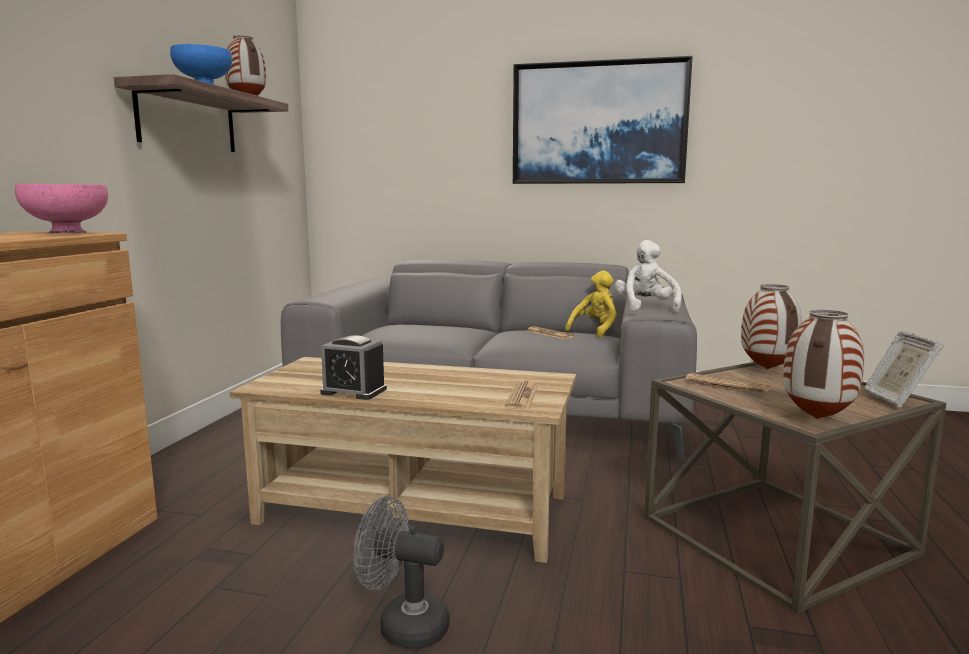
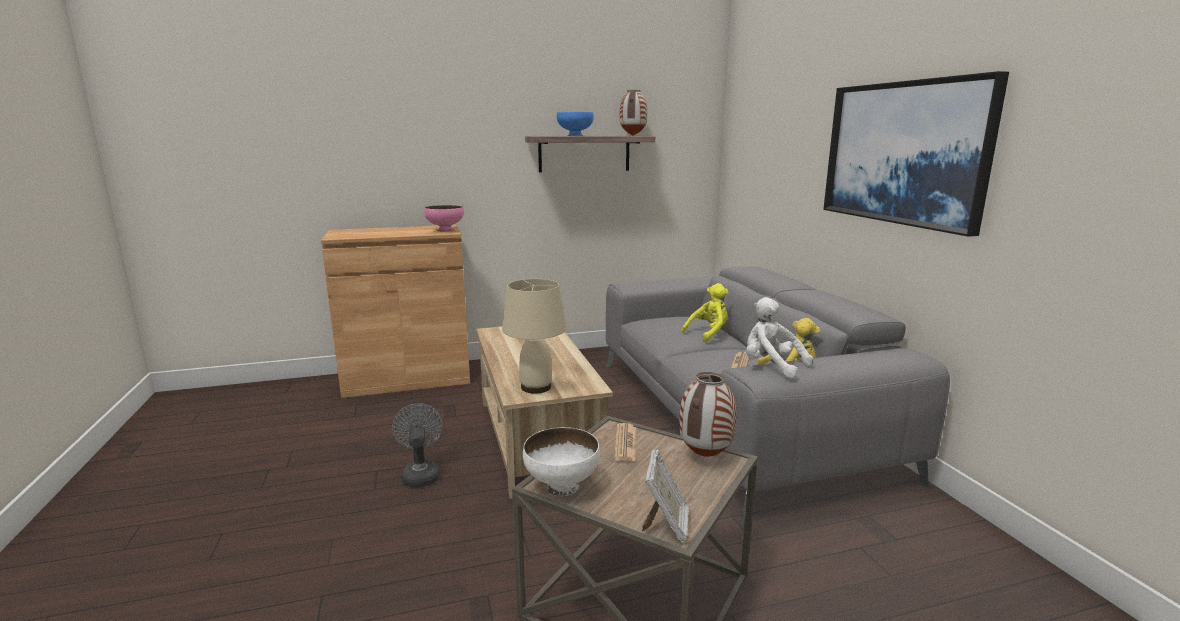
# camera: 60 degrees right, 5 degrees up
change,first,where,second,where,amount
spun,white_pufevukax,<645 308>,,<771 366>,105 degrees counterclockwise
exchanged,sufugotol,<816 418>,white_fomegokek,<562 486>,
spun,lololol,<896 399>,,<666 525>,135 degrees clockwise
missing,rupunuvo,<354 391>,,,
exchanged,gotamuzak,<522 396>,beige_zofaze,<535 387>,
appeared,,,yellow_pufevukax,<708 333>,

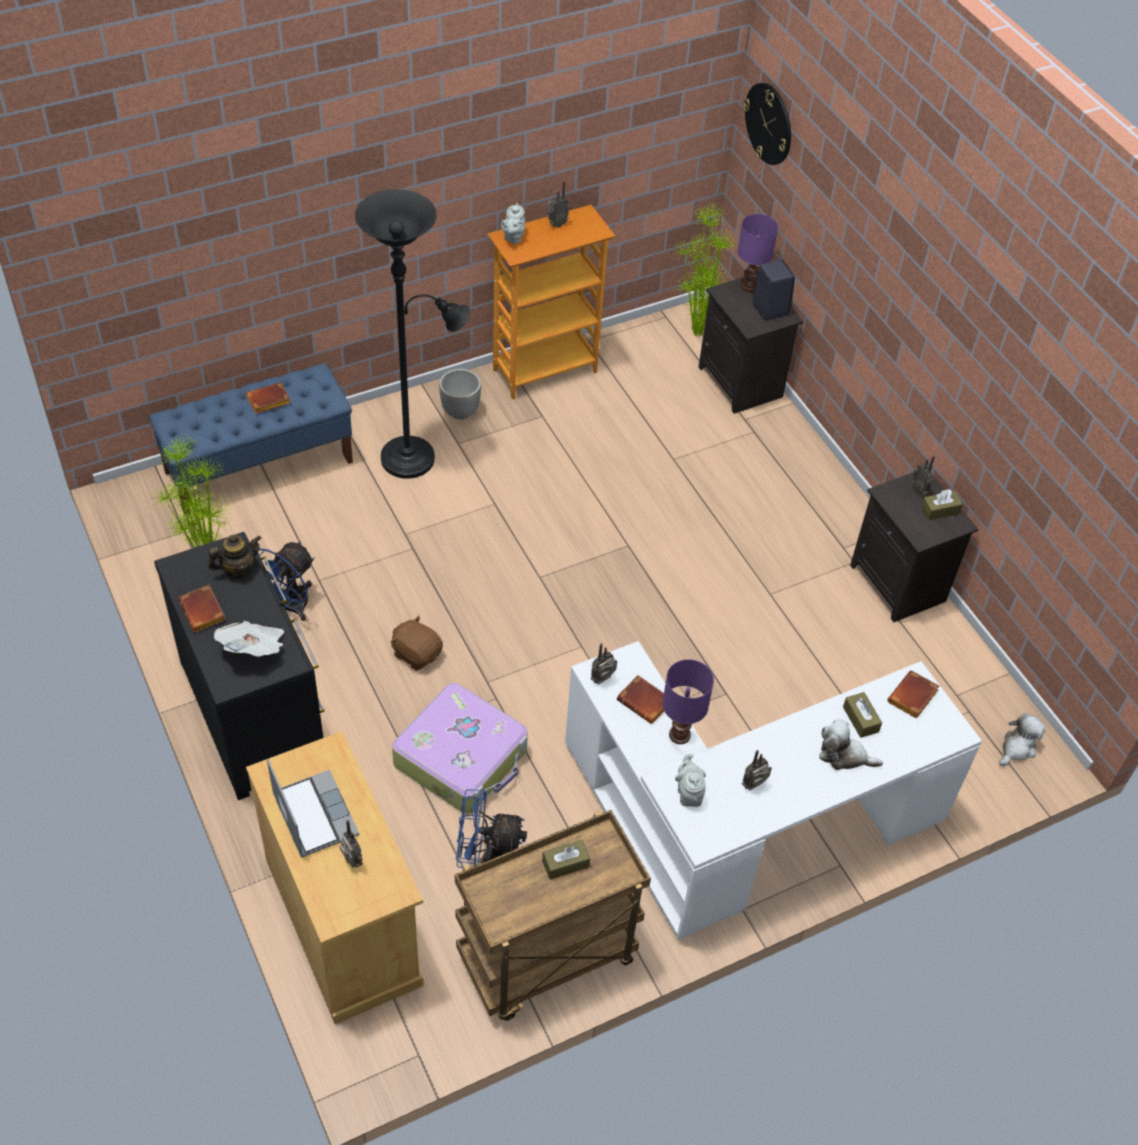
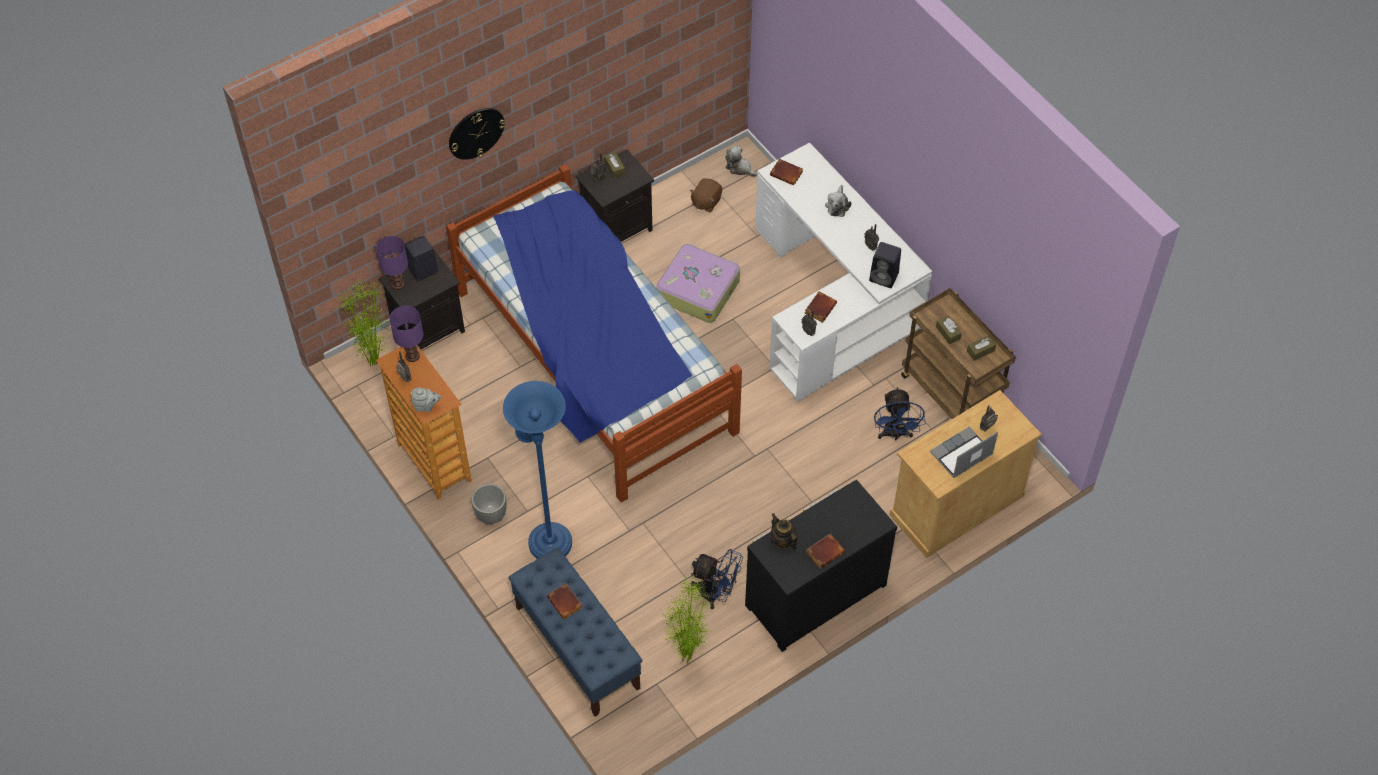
# camera: 95 degrees left, 5 degrees up
change,first,where,second,where,amount
relocated,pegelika,<769 123>,,<476 133>,
colour,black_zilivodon,<415 457>,blue_zilivodon,<548 538>,
relocated,brown_pufevukax,<417 653>,,<706 202>,
missing,gotamuzak,<254 649>,,,
relocated,purple_zofaze,<680 734>,,<412 355>,
relocated,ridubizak,<462 757>,,<698 289>,
relocated,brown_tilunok,<860 719>,,<980 351>,
exchanged,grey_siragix,<689 793>,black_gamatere,<885 277>,
appeared,,,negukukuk,<593 362>,

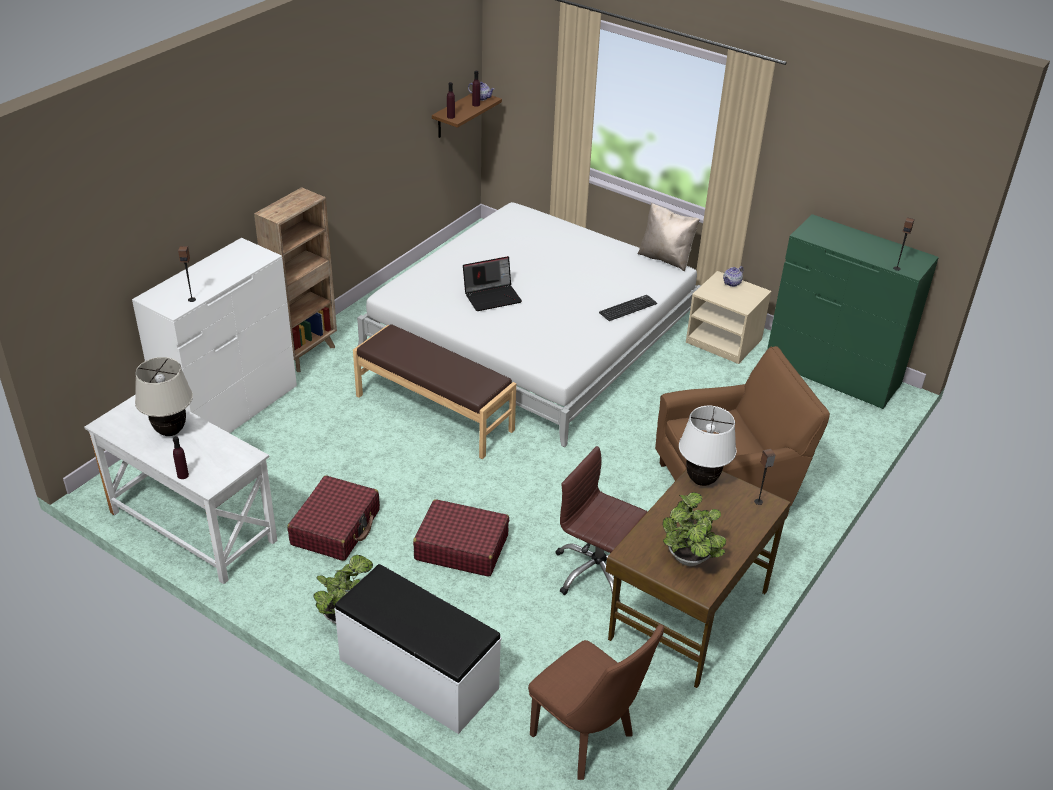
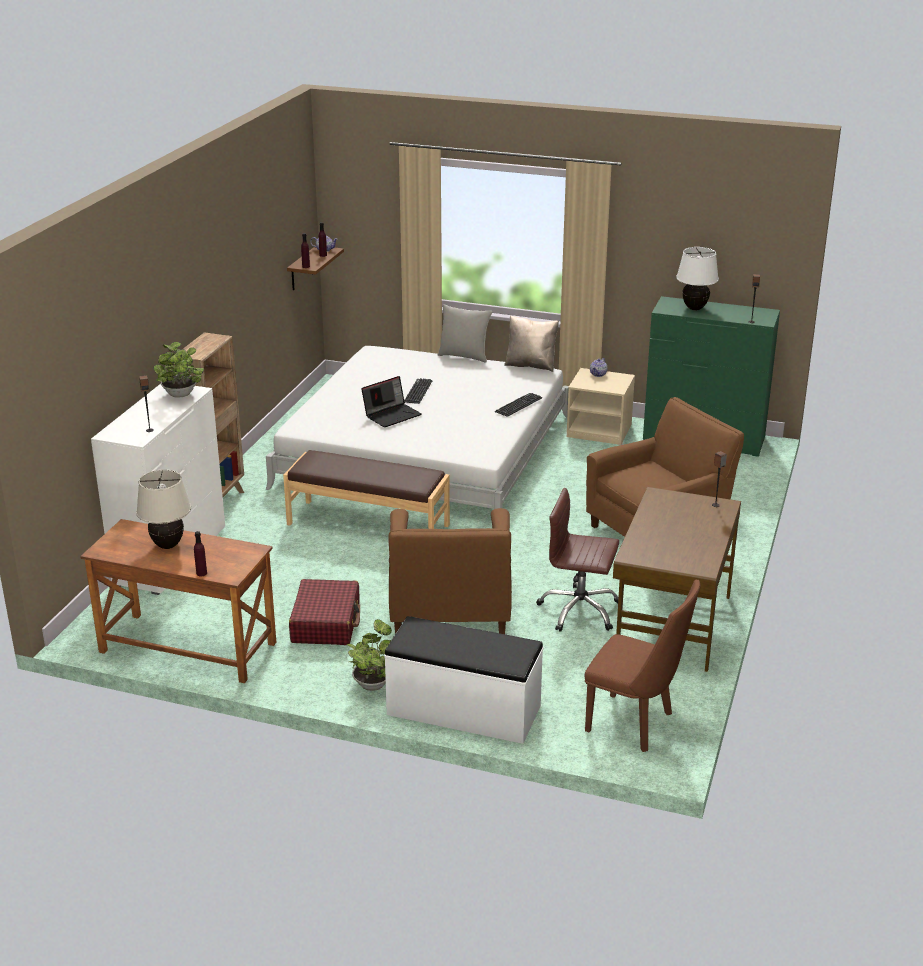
# camera: 15 degrees left, 10 degrees down
change,first,where,second,where,amount
colour,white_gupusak,<192 527>,brown_gupusak,<187 648>,
relocated,white_zofaze,<702 480>,,<695 308>,
relocated,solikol,<689 560>,,<181 395>,
exchanged,red_ridubizak,<461 547>,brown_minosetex,<450 616>,
appeared,,,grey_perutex,<464 356>,
appeared,,,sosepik,<418 391>,

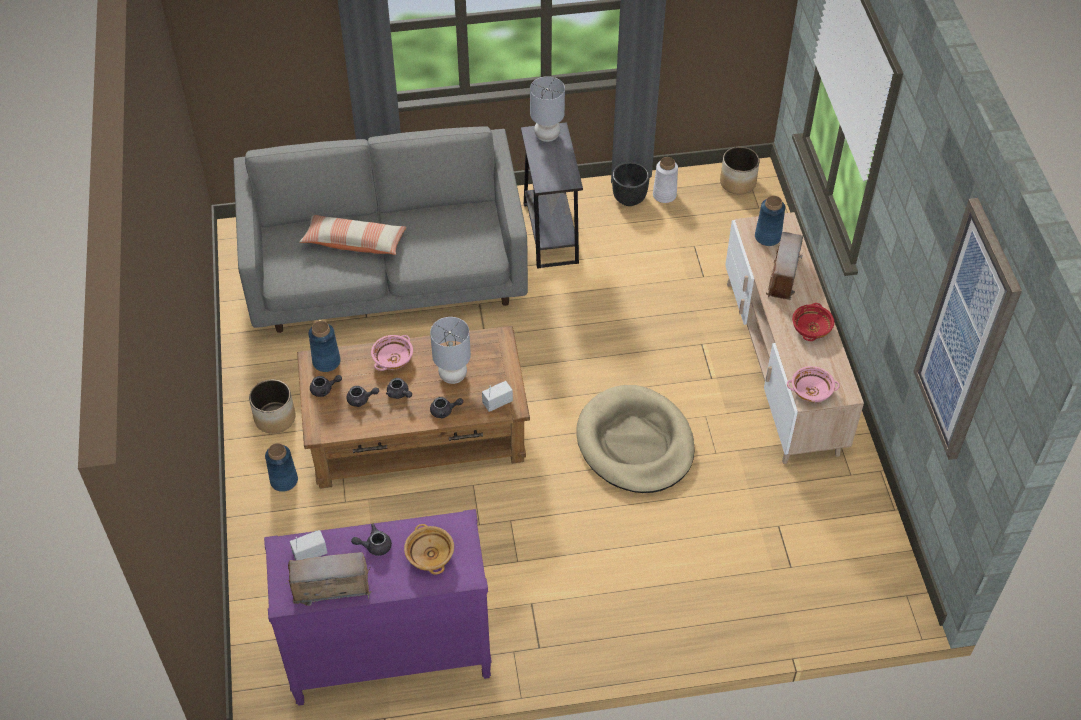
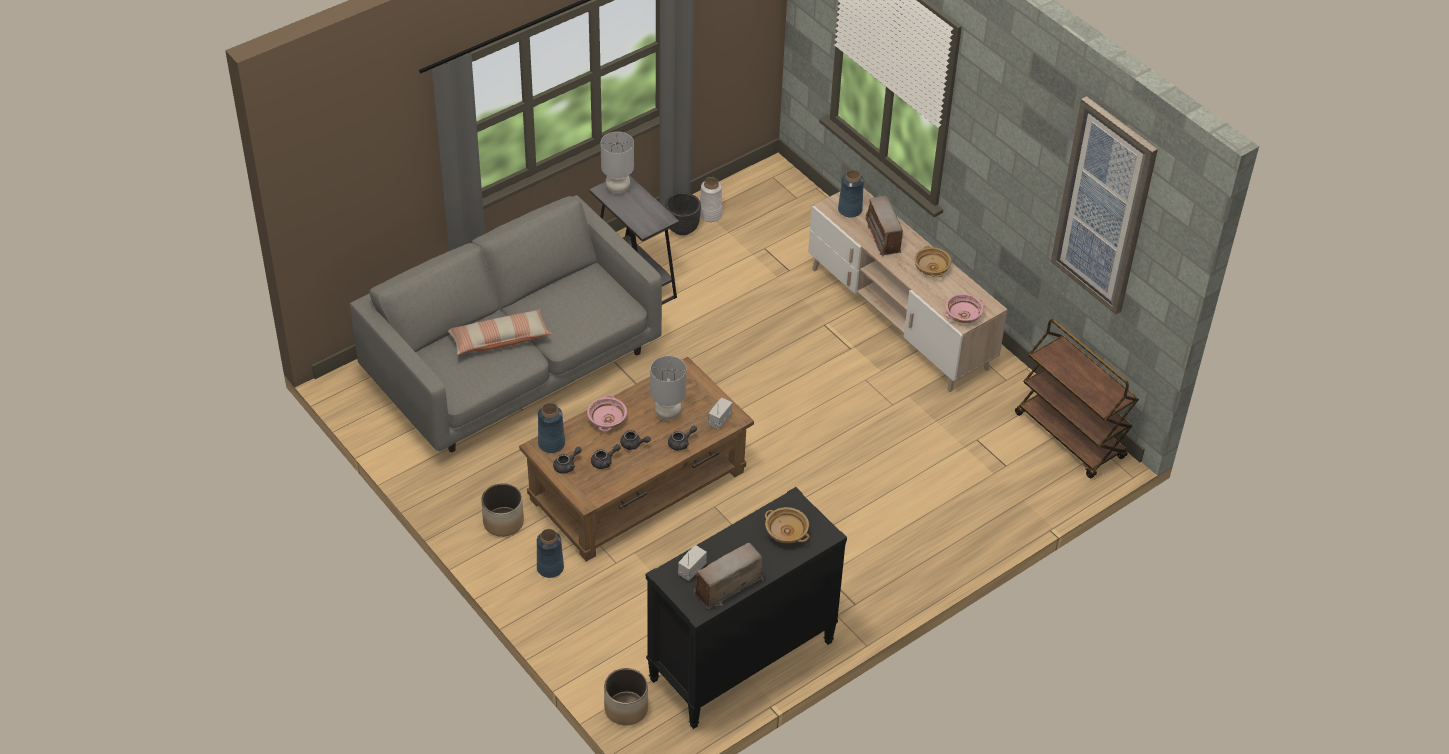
# camera: 30 degrees left, 5 degrees down
change,first,where,second,where,amount
relocated,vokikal,<738 182>,,<626 708>,
colour,red_fomegokek,<811 328>,beige_fomegokek,<931 268>,
missing,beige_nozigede,<635 443>,,,
colour,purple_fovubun,<389 657>,black_fovubun,<741 662>,
missing,grey_siragix,<374 545>,,,
appeared,,,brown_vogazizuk,<1070 436>,

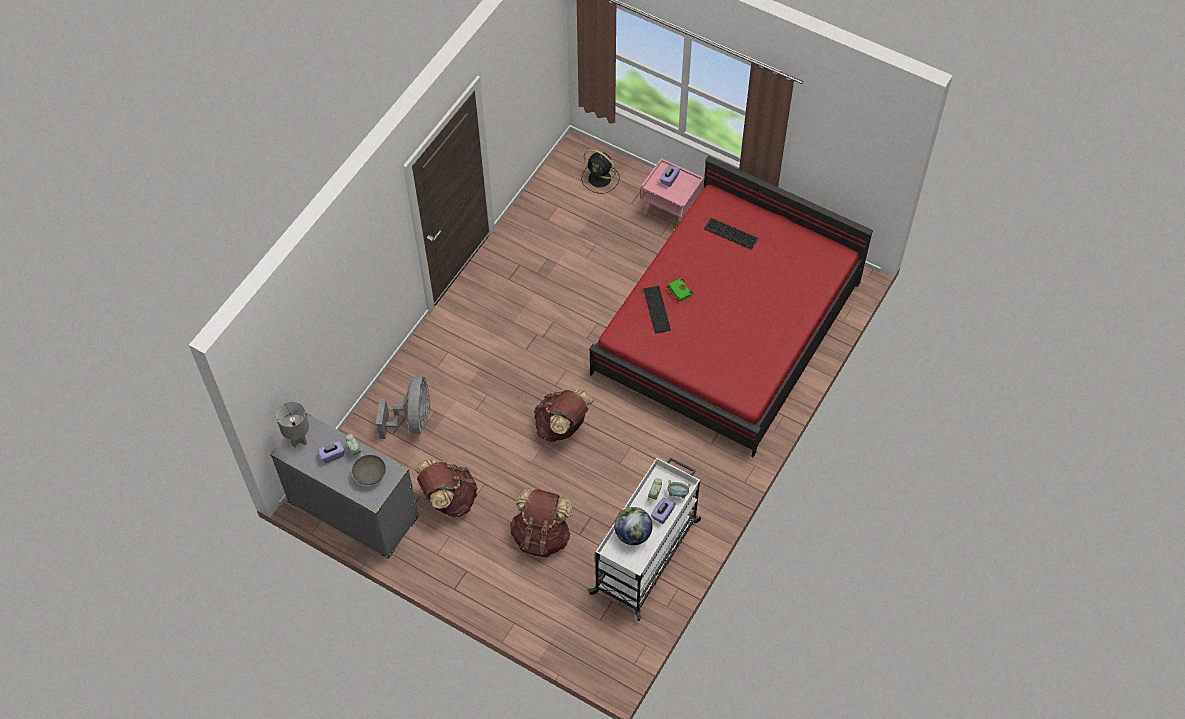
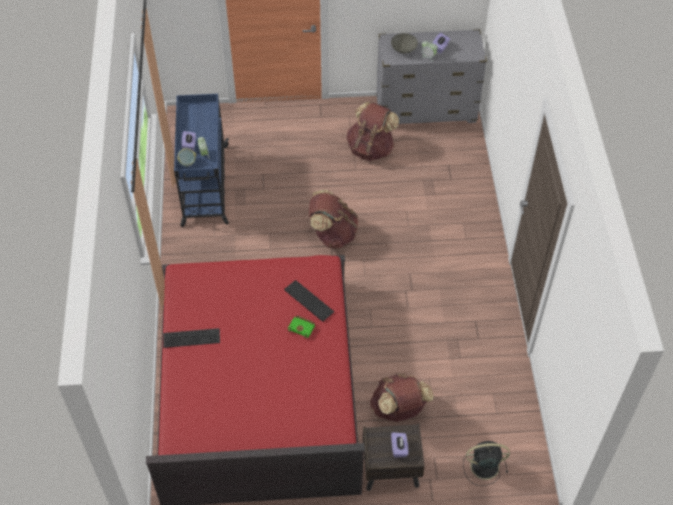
# camera: 145 degrees right, 5 degrees down
change,first,where,second,where,amount
colour,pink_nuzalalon,<671 212>,brown_nuzalalon,<390 472>,
relocated,sosepik,<730 234>,,<192 337>,
missing,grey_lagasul,<412 420>,,,
missing,grey_zofaze,<299 440>,,,
colour,white_vogazizuk,<647 555>,blue_vogazizuk,<205 186>,
relocated,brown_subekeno,<541 536>,,<399 409>,
missing,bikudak,<632 534>,,,

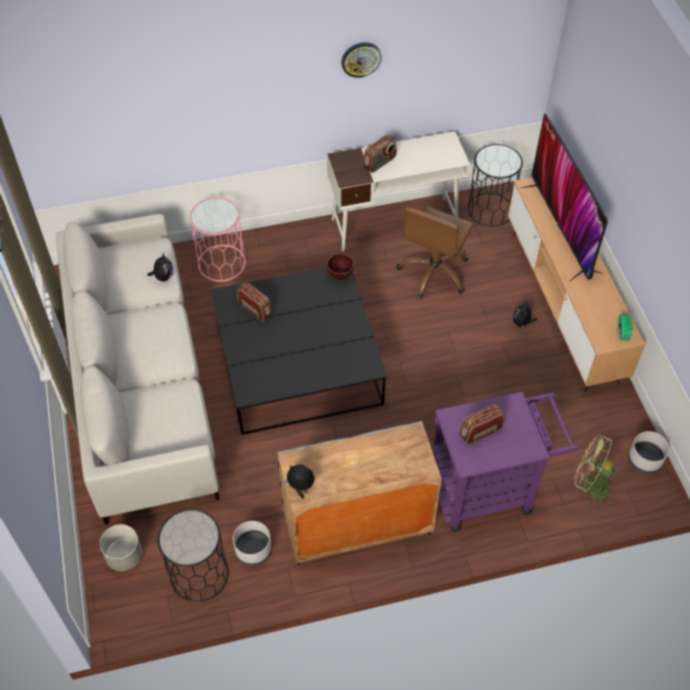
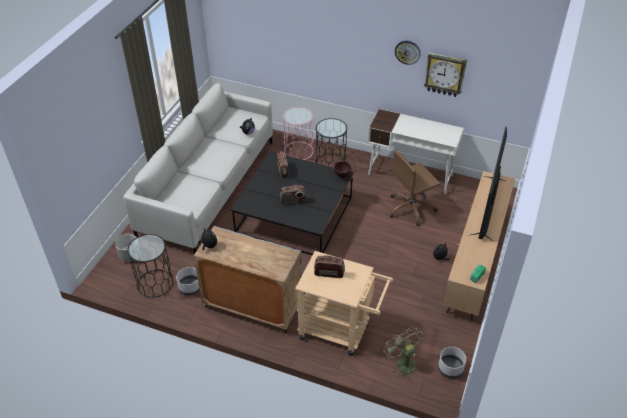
# camera: 35 degrees right, 10 degrees down
change,first,where,second,where,amount
relocated,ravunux,<379 162>,,<293 201>,
relocated,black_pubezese,<490 209>,,<330 163>,
colour,purple_vogazizuk,<489 489>,beige_vogazizuk,<340 330>,
appeared,,,pegelika,<445 74>,

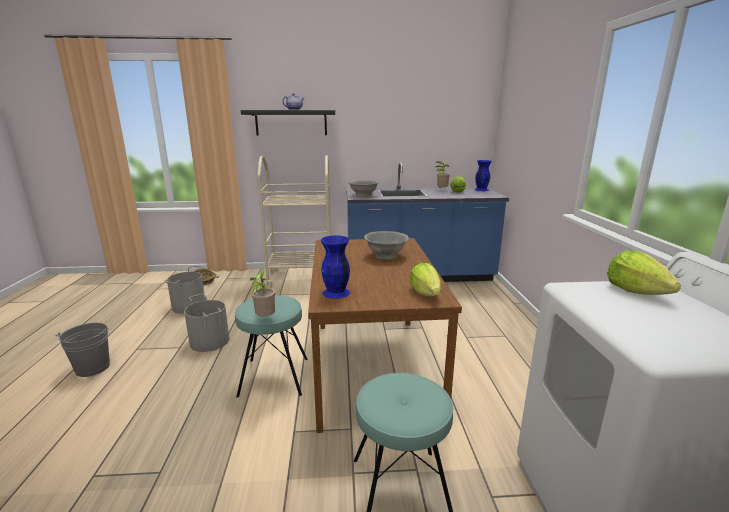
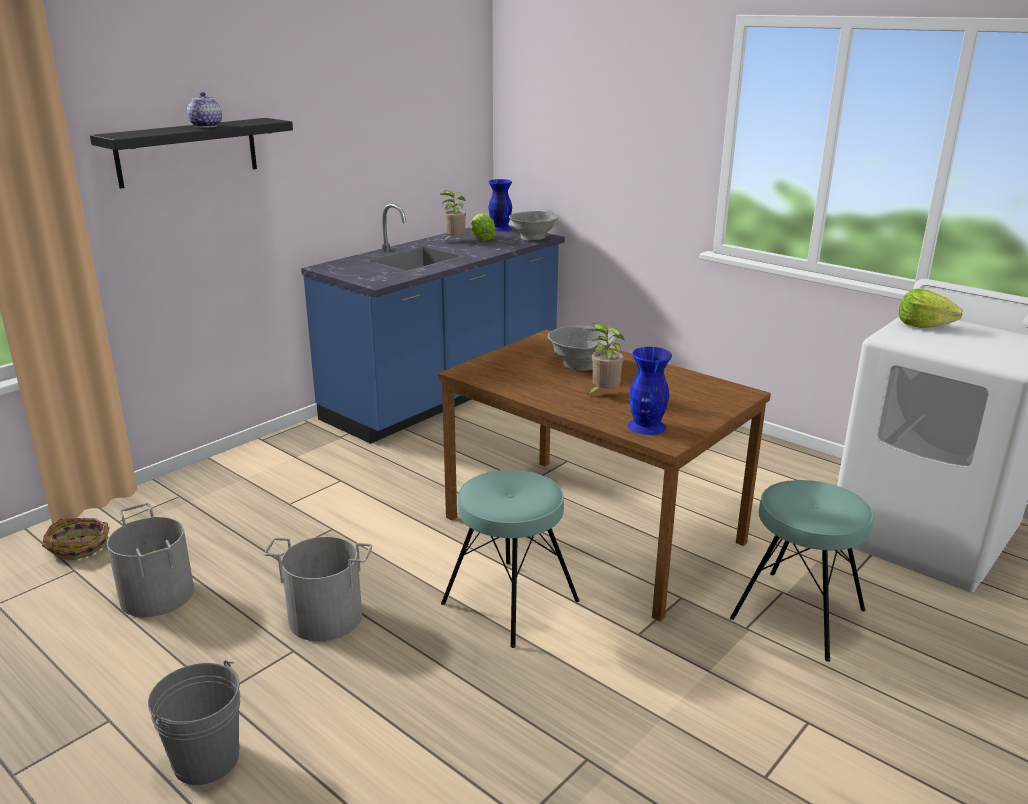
# camera: 45 degrees left, 5 degrees up
change,first,where,second,where,amount
missing,beige_vogazizuk,<301 277>,,,
relocated,grey_fomegokek,<363 195>,,<533 238>,
missing,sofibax,<426 293>,,,
relocated,solikol,<264 319>,,<603 394>,

